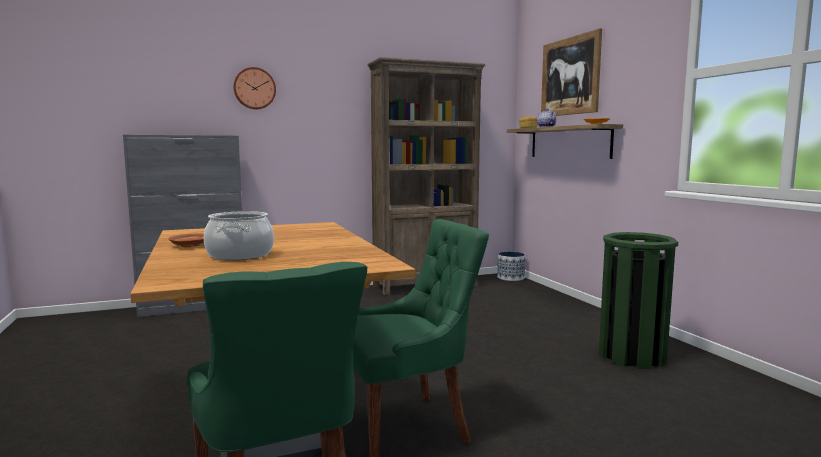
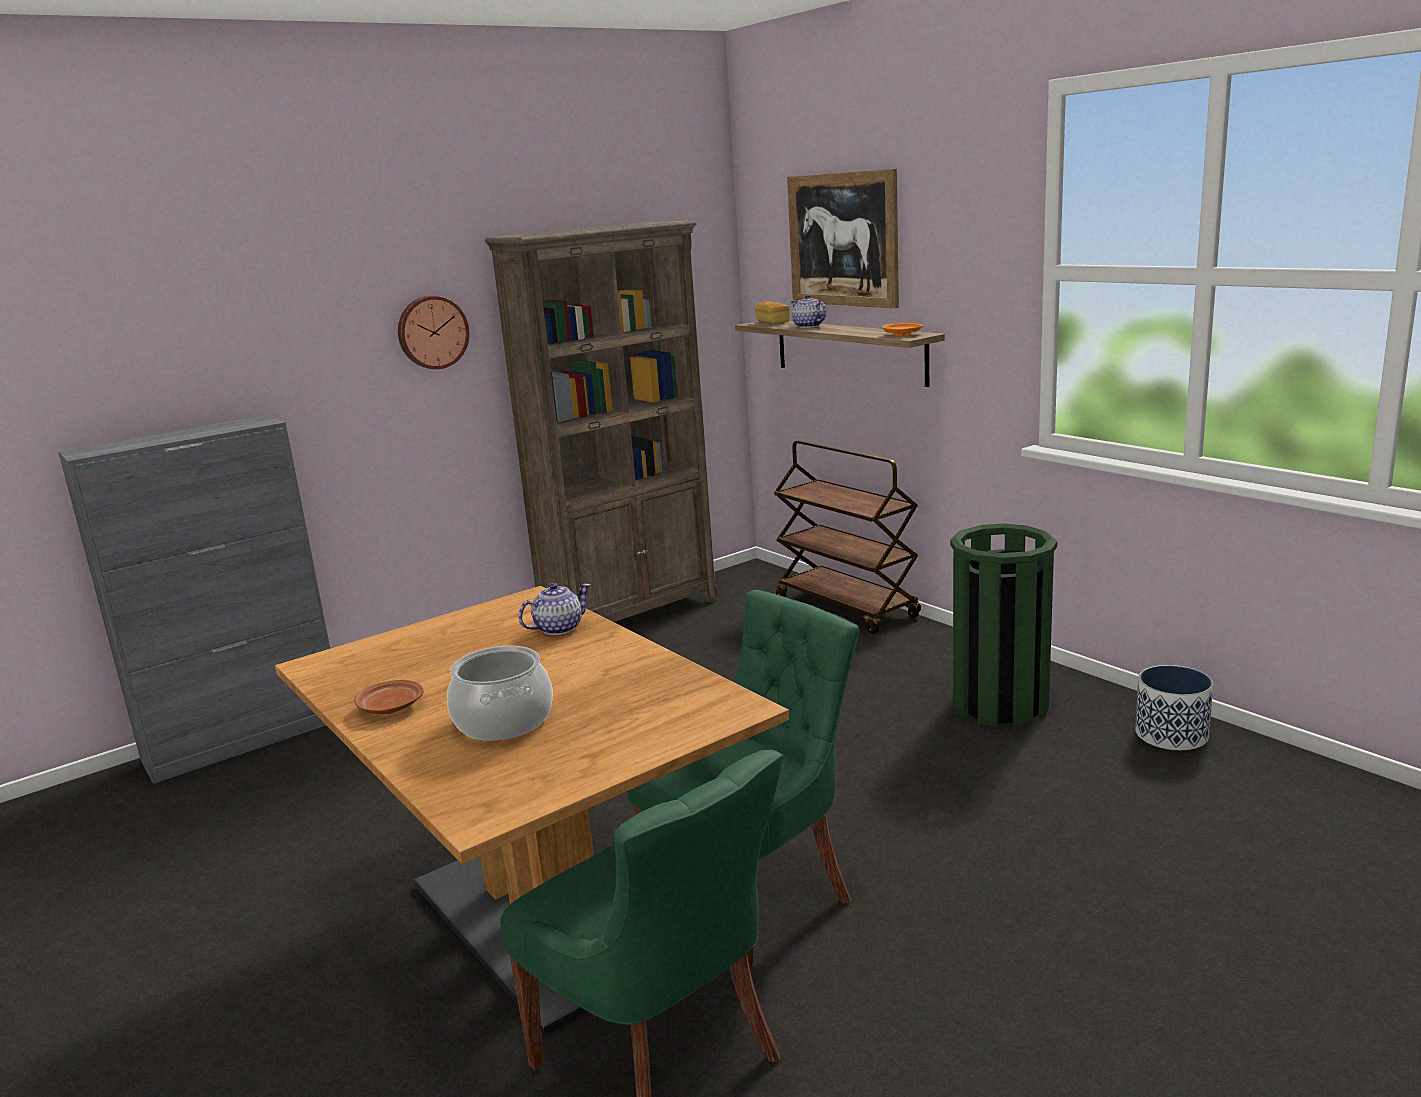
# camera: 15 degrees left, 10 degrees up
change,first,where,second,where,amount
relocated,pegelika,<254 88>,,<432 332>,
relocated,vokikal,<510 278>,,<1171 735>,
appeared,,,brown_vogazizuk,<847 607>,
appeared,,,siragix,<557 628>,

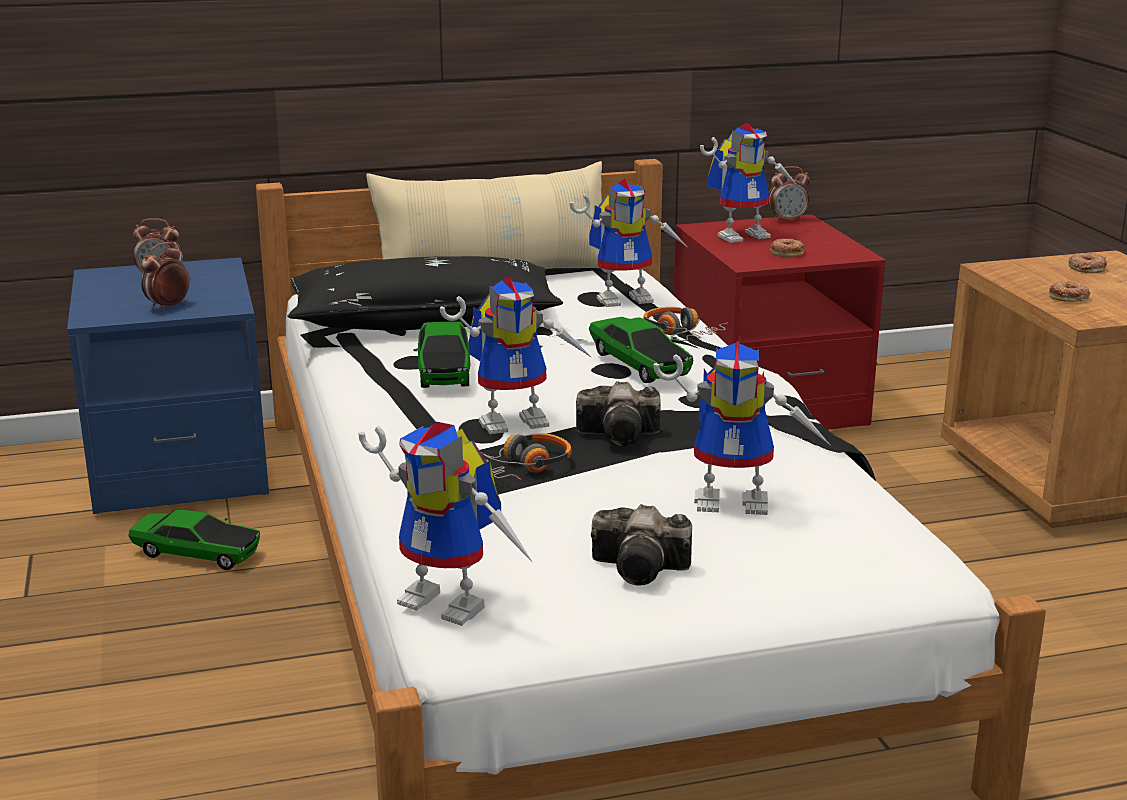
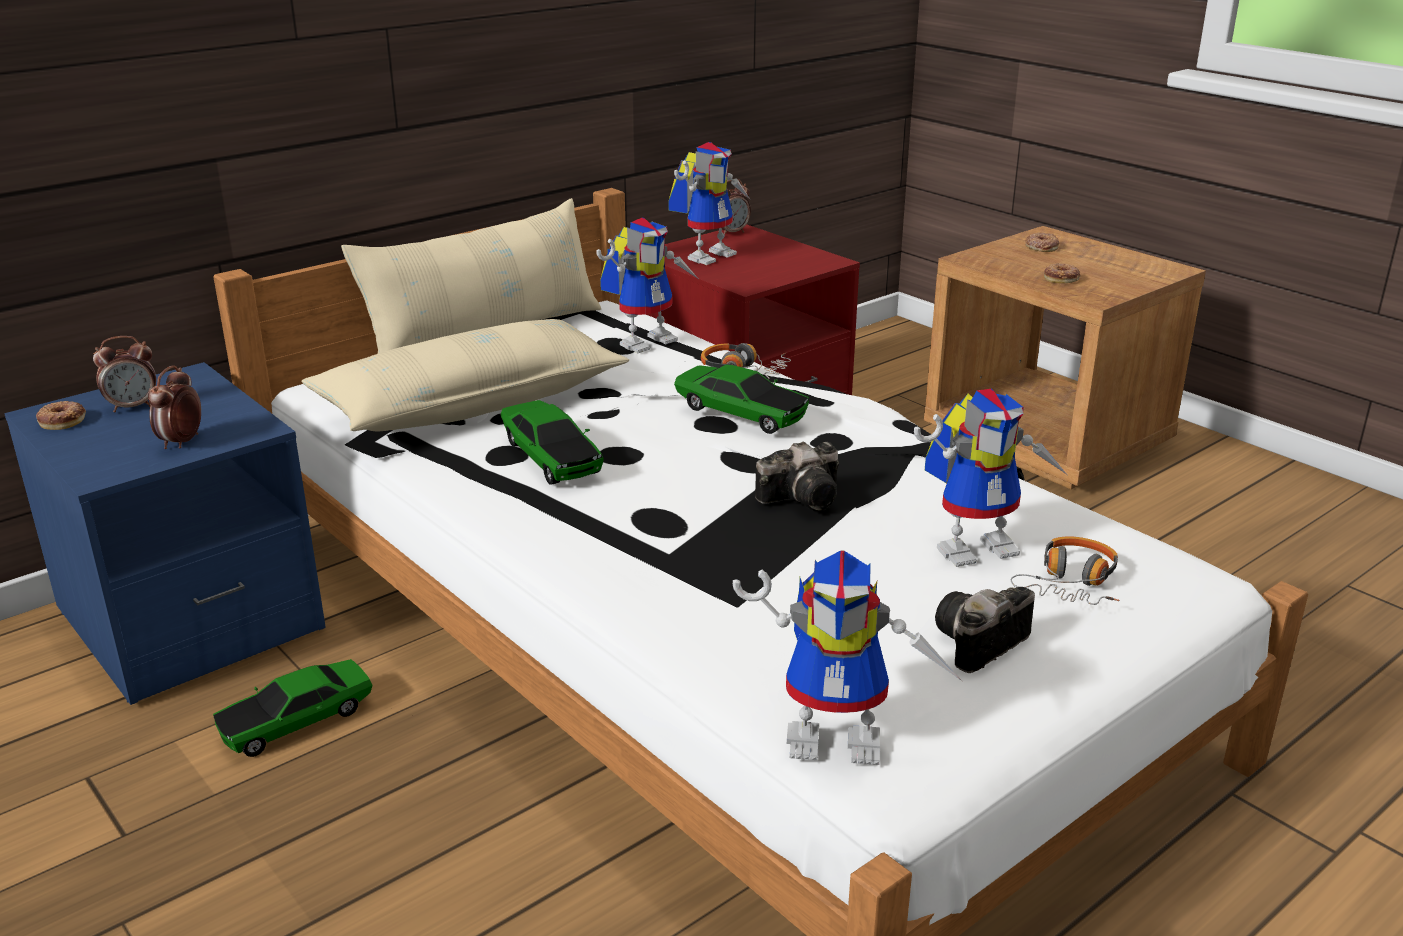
# camera: 25 degrees left, 5 degrees up
change,first,where,second,where,amount
relocated,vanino,<787 252>,,<62 420>,
colour,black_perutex,<424 321>,beige_perutex,<471 403>,
missing,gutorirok,<516 420>,,,
relocated,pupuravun,<519 468>,,<1071 583>,
spun,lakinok,<644 569>,,<977 646>,150 degrees clockwise
spun,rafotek,<197 553>,,<296 721>,150 degrees clockwise

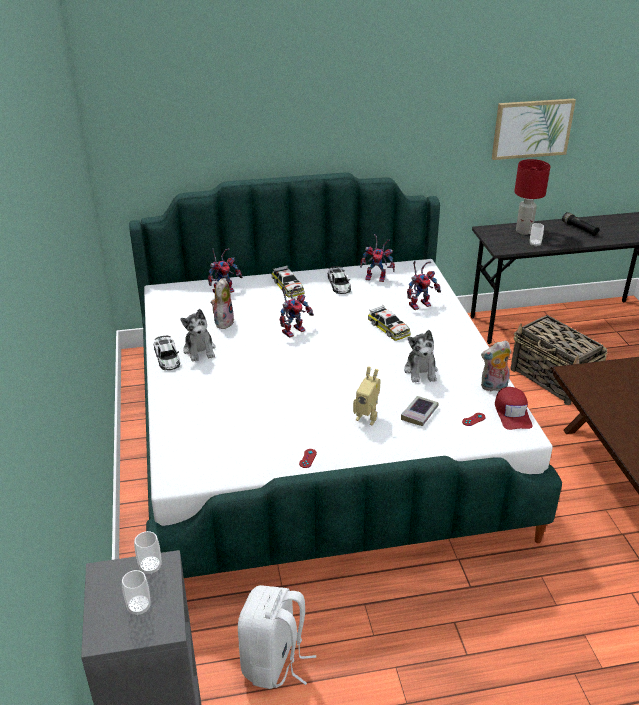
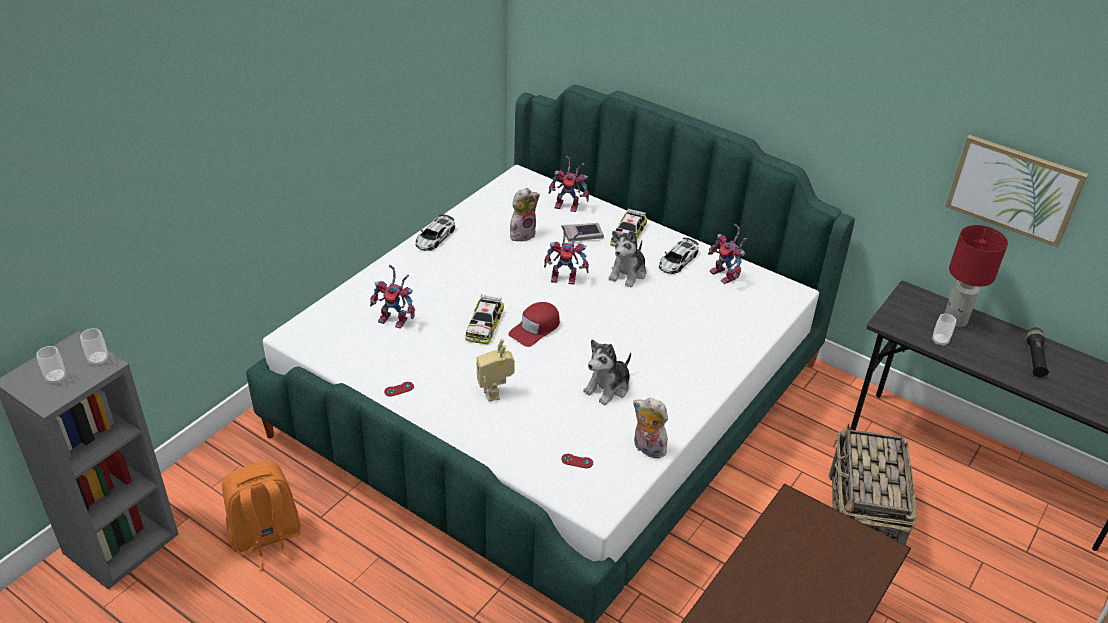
# camera: 45 degrees right, 5 degrees up
change,first,where,second,where,amount
relocated,gutorirok,<420 304>,,<396 320>,
relocated,rafotek,<389 328>,,<484 325>,
relocated,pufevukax,<200 350>,,<628 273>,
relocated,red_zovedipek,<512 413>,,<535 328>,
relocated,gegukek,<419 413>,,<583 235>,
colour,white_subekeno,<274 662>,orange_subekeno,<266 539>,

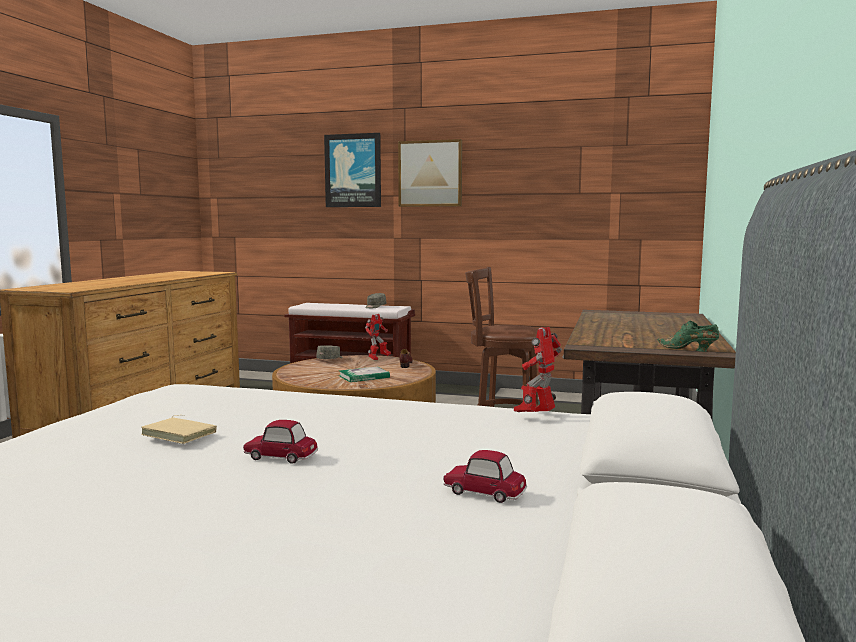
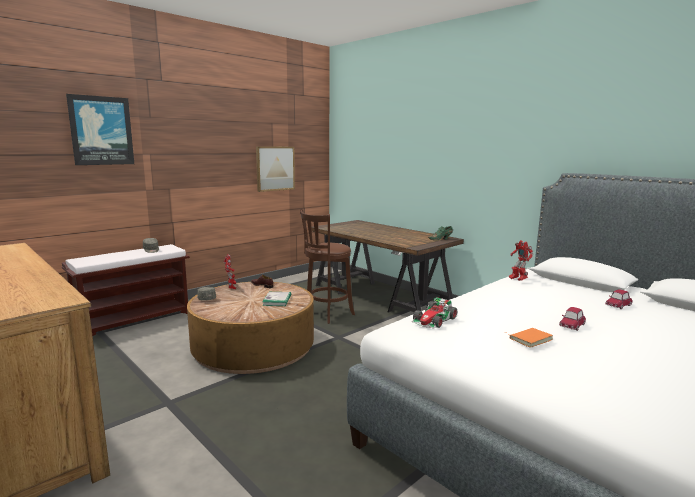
# camera: 60 degrees left, 5 degrees up
change,first,where,second,where,amount
relocated,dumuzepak,<430 173>,,<275 168>,
colour,beige_gegukek,<181 433>,orange_gegukek,<529 339>,
appeared,,,rafotek,<434 320>,

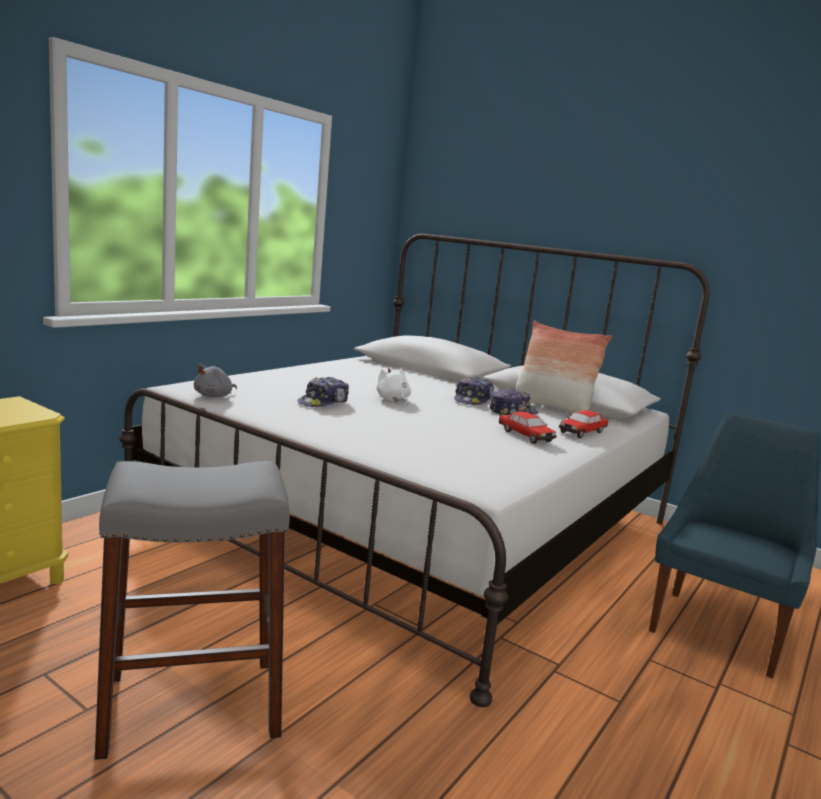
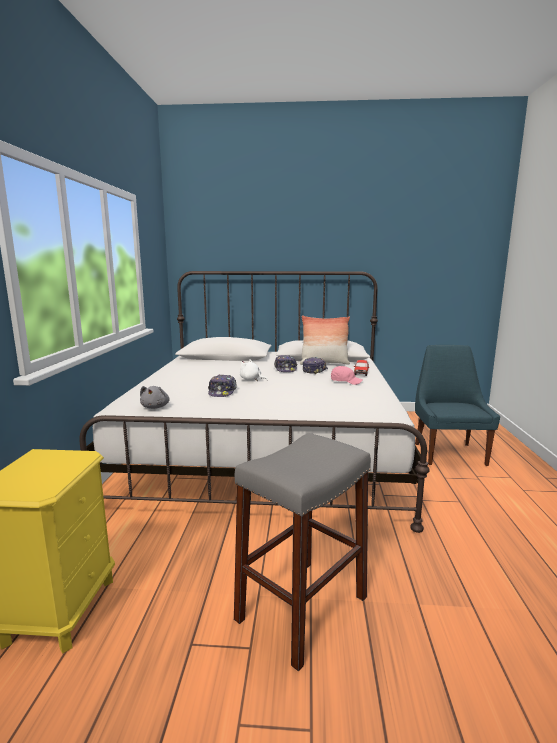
# camera: 30 degrees left, 0 degrees up
change,first,where,second,where,amount
exchanged,rafotek,<525 435>,pink_zovedipek,<345 381>,

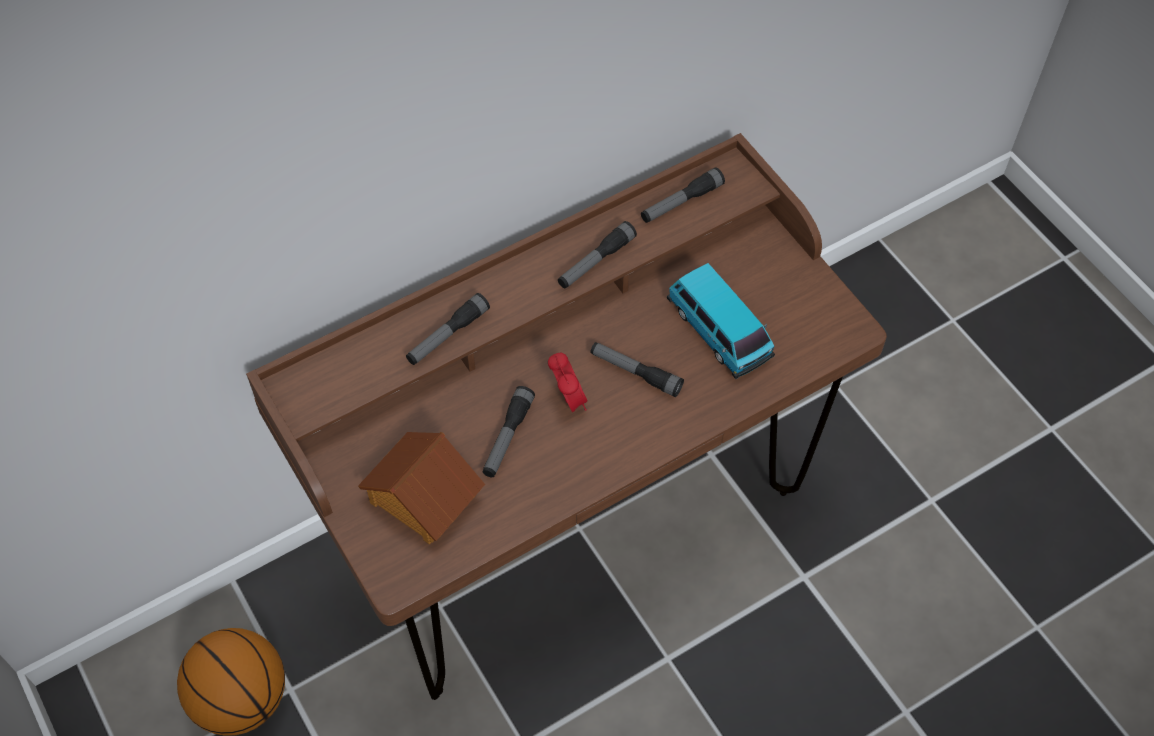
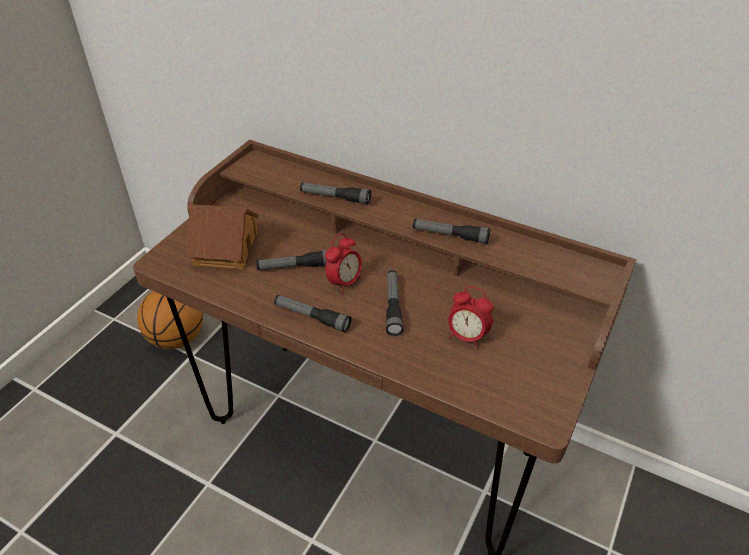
# camera: 60 degrees right, 15 degrees down
change,first,where,second,where,amount
relocated,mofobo,<681 202>,,<312 317>,
exchanged,rafotek,<719 332>,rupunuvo,<467 337>,

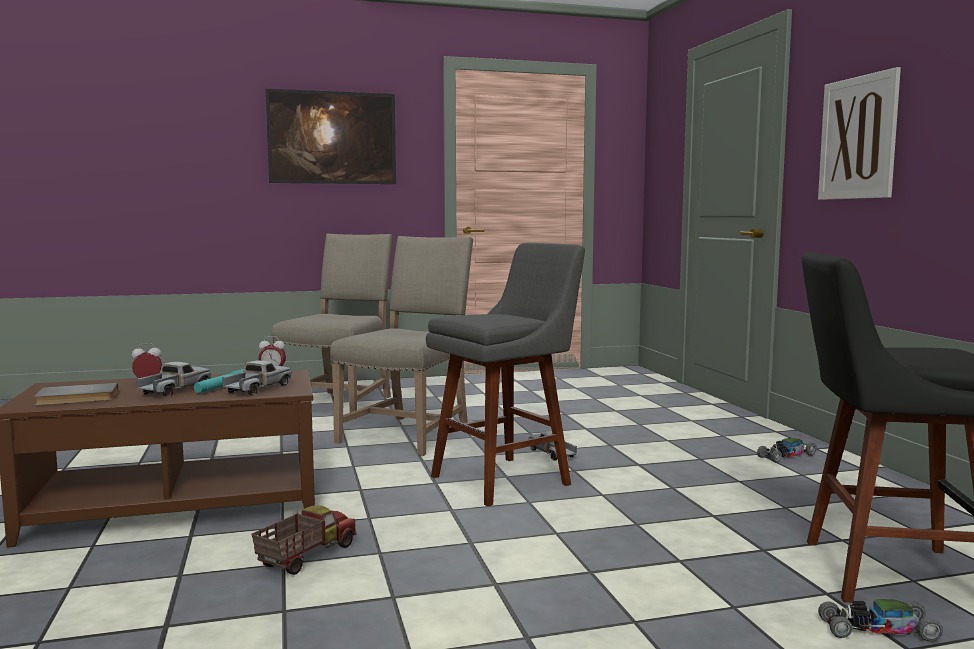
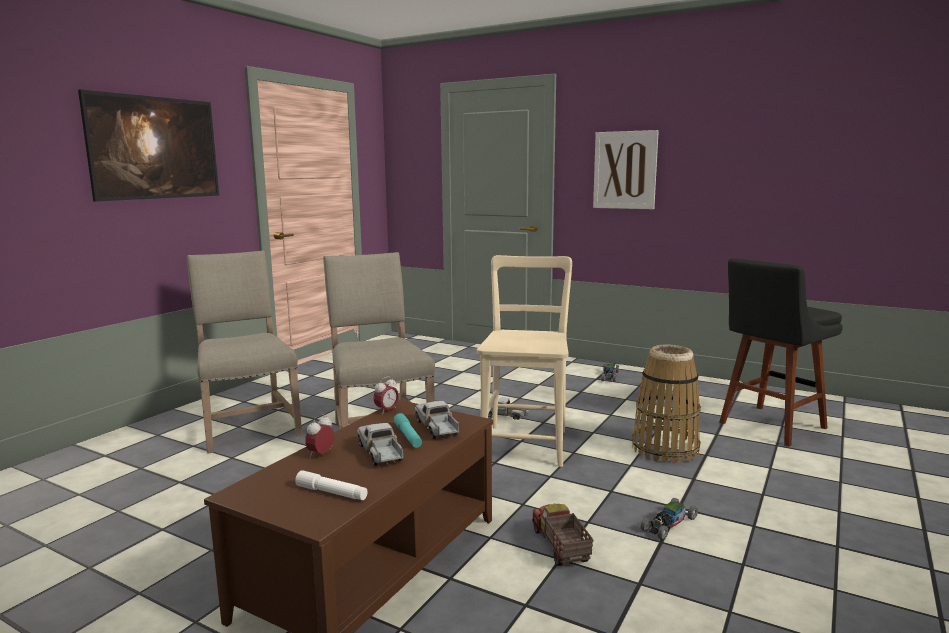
# camera: 45 degrees left, 5 degrees up
change,first,where,second,where,amount
exchanged,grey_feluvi,<506 479>,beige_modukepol,<525 442>,
exchanged,grey_gegukek,<77 398>,white_mofobo,<331 493>,
relocated,rafotek,<877 630>,,<668 524>,
appeared,,,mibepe,<664 449>,

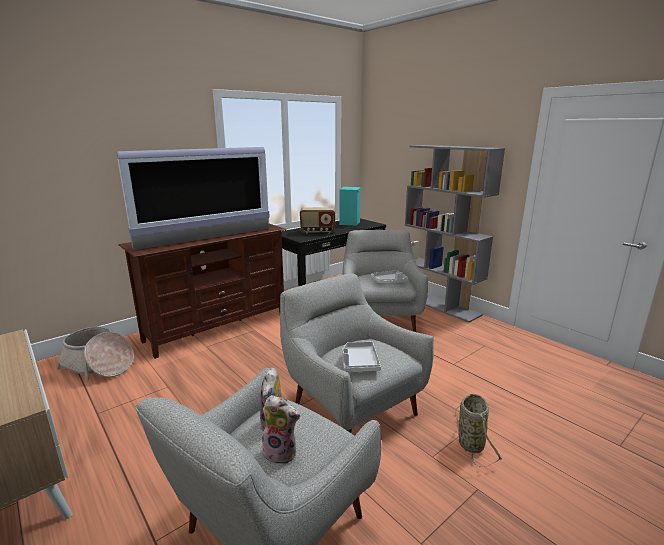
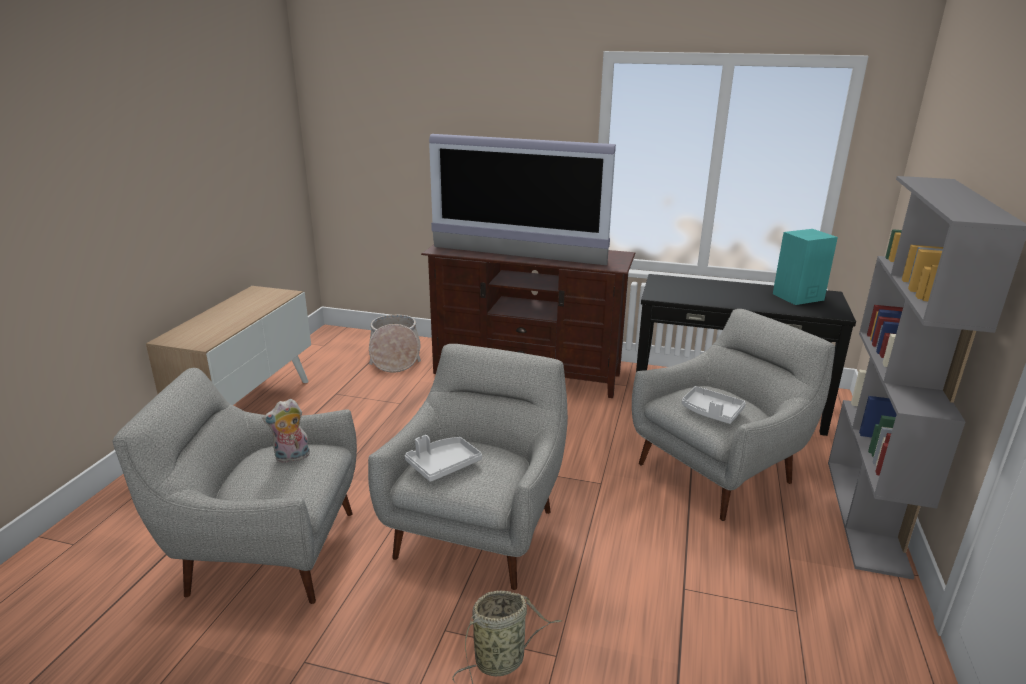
# camera: 55 degrees right, 5 degrees up
change,first,where,second,where,amount
missing,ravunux,<318 232>,,,
missing,pufevukax,<281 452>,,,

